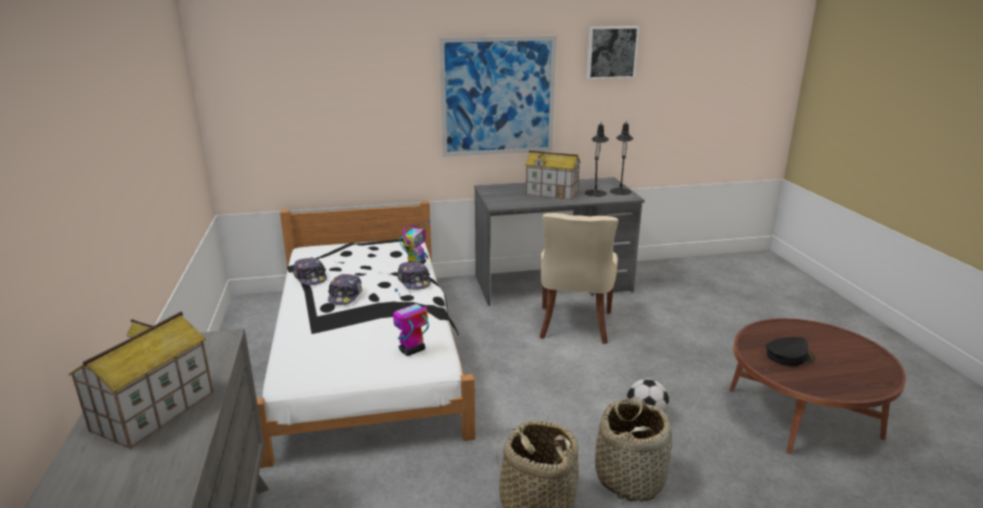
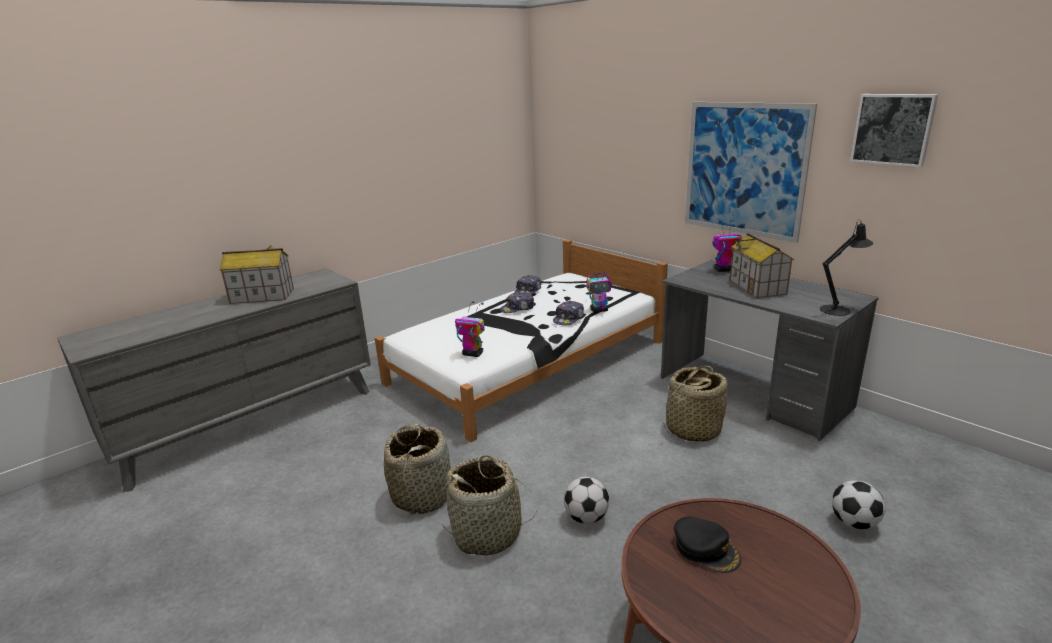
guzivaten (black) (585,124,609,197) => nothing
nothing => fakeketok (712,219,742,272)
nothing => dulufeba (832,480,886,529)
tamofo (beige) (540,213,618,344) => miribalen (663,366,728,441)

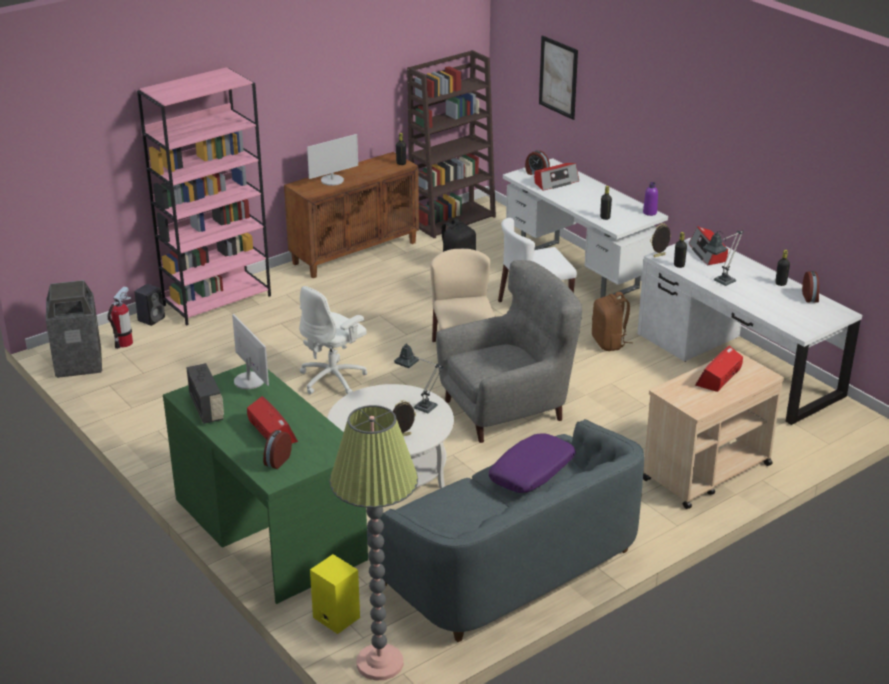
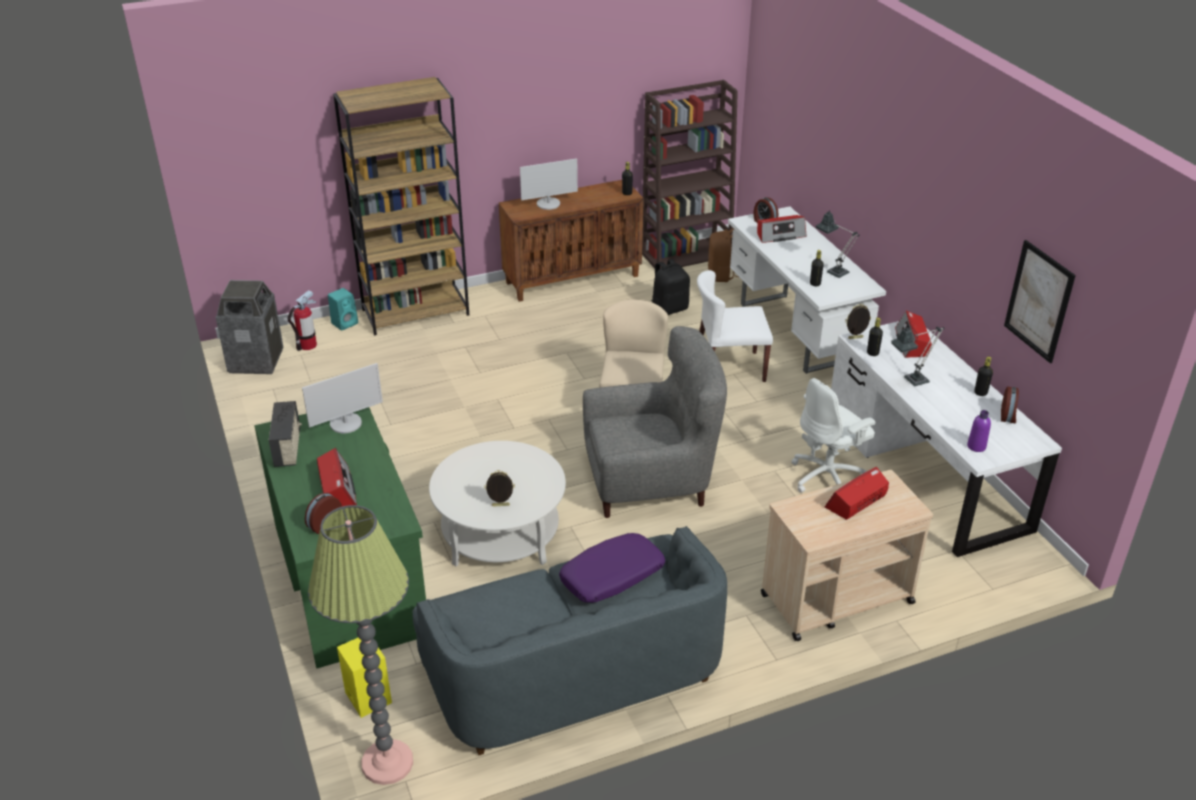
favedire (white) (299,286,367,394) => favedire (white) (791,378,876,493), moved
guzivaten (394,343,443,413) => guzivaten (816,210,860,278), moved
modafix (539,36,578,120) => modafix (1004,240,1076,363), moved
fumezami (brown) (592,292,633,351) => fumezami (brown) (708,228,740,282), moved
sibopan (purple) (643,182,658,216) => sibopan (purple) (967,410,991,452), moved
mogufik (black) (135,284,165,326) => mogufik (turquoise) (328,288,358,331)
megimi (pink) (137,67,271,326) => megimi (brown) (333,77,469,335)
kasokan (232,314,269,389) => kasokan (302,363,383,433), 75 degrees clockwise

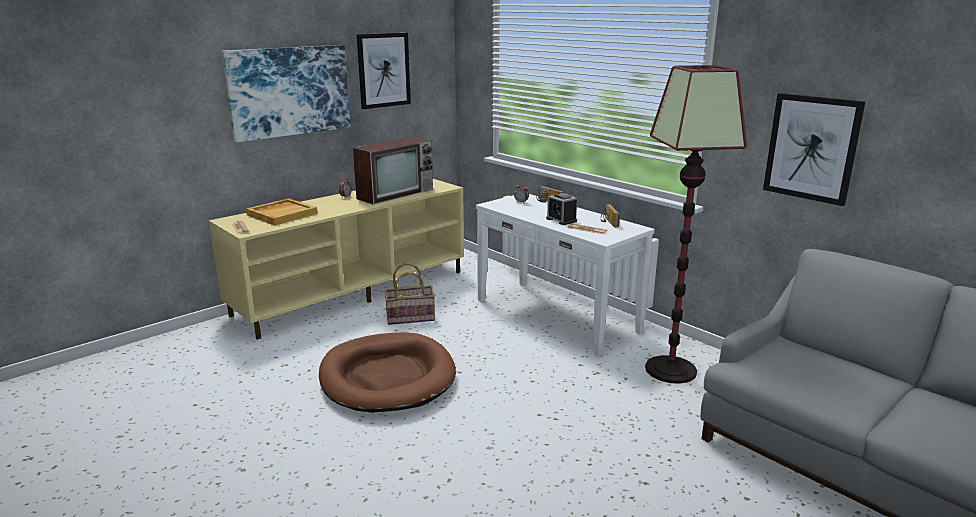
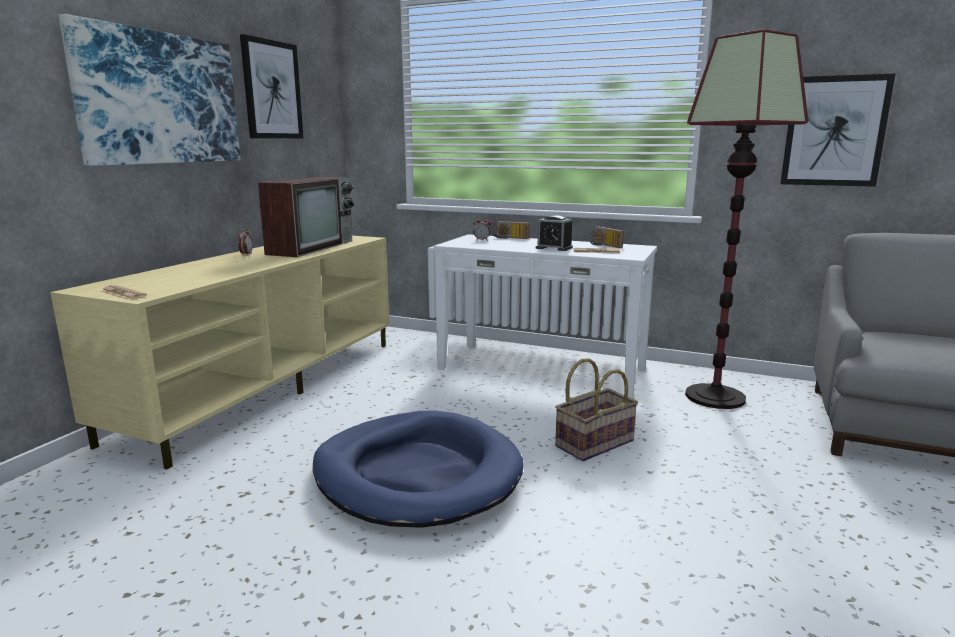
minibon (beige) (246,198,318,225) => nothing
miribalen (384,263,435,325) => miribalen (555,358,638,461), moved
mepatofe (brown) (319,333,456,413) => mepatofe (blue) (313,410,524,528)

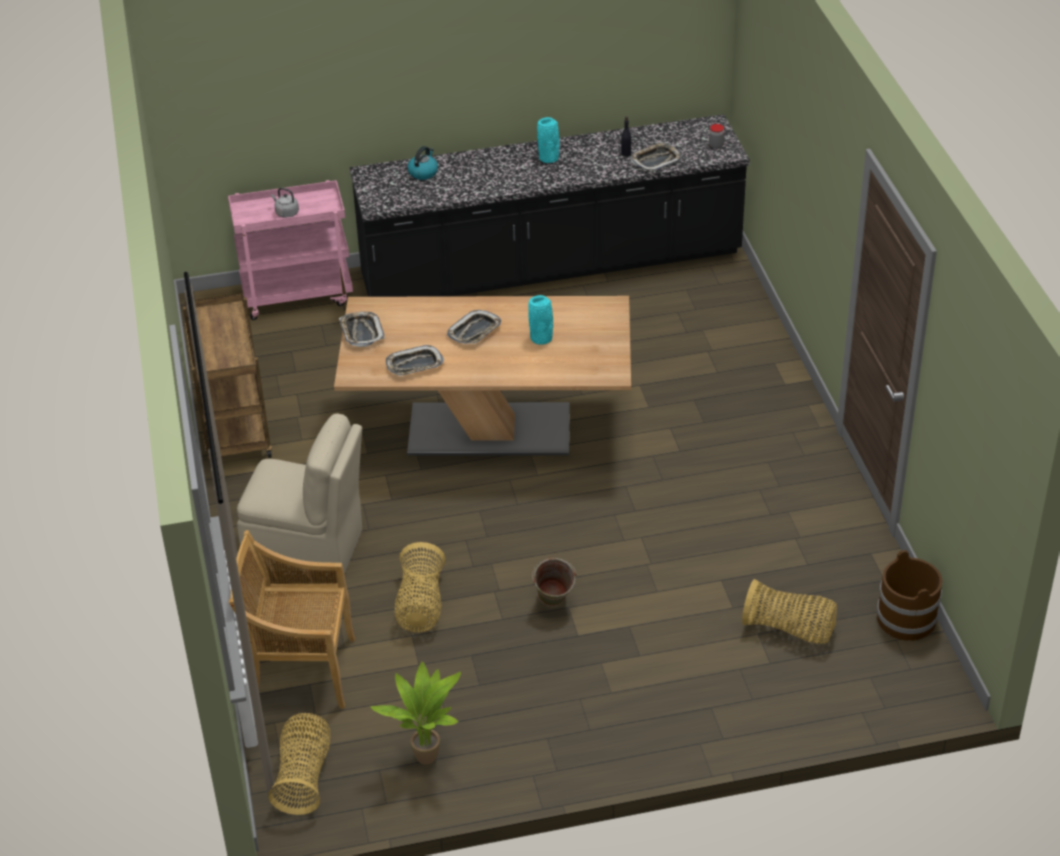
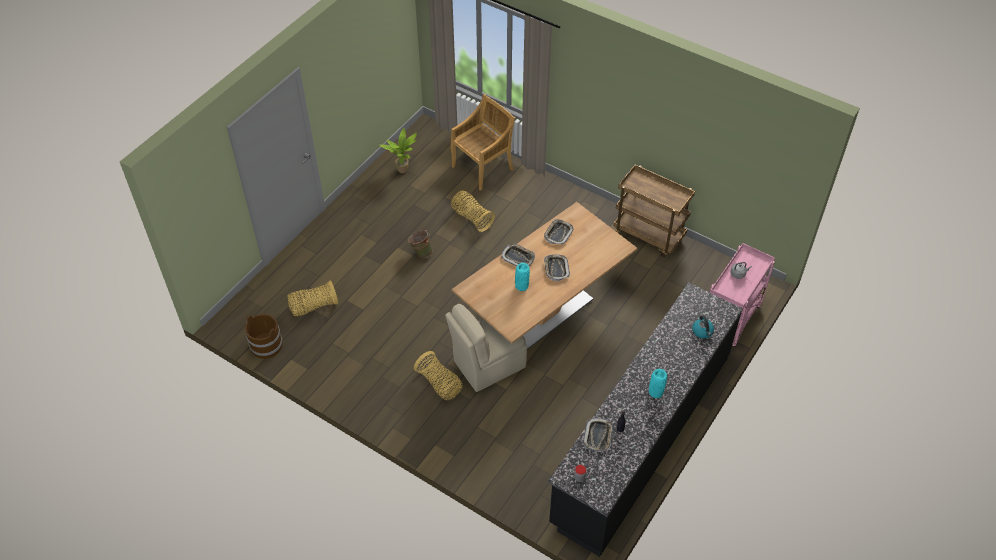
tamofo (beige) (237,413,362,576) => tamofo (beige) (445,304,527,392), moved
miribalen (268,713,331,815) => miribalen (414,351,463,400), moved
minibon (339,312,384,347) => minibon (501,244,535,266), moved

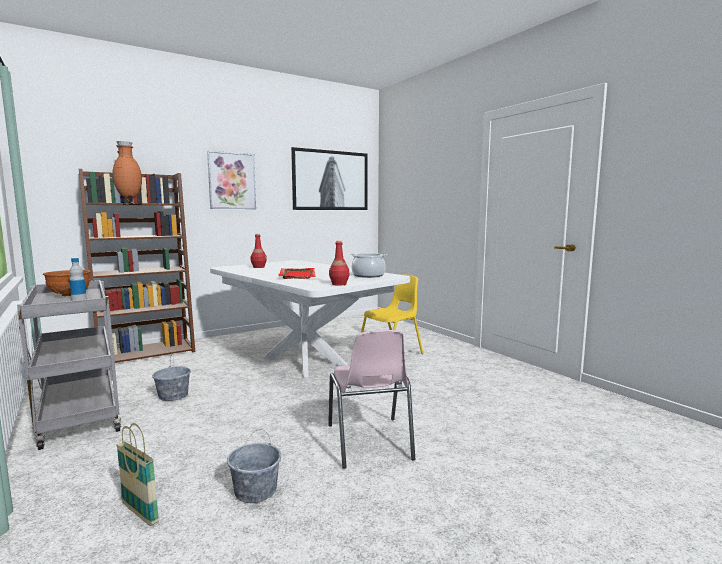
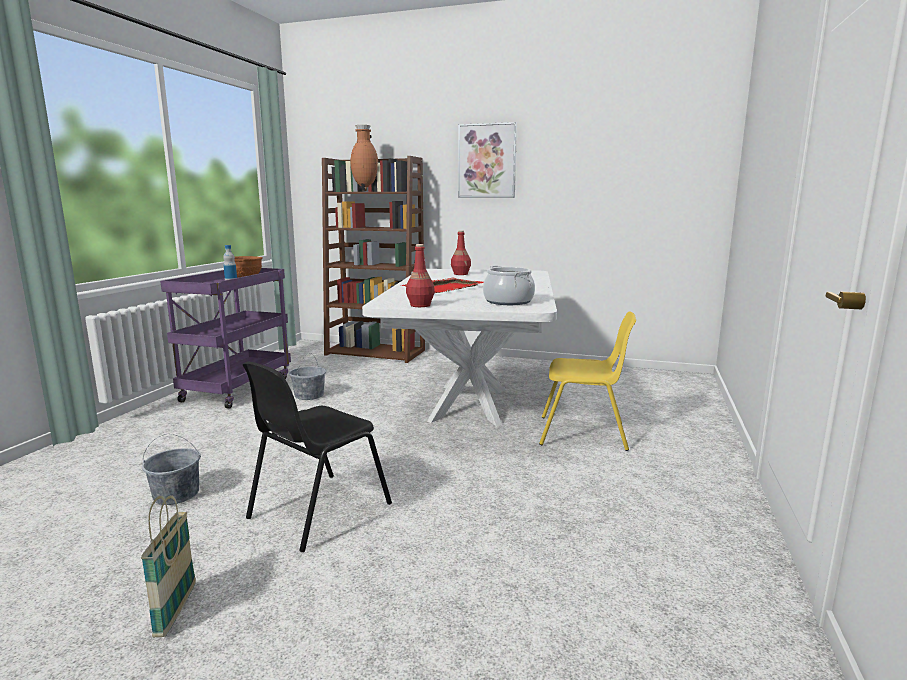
modafix (291,147,368,210) => nothing
miribalen (116,423,159,526) => miribalen (141,495,196,637), moved
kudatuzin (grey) (17,280,121,450) => kudatuzin (purple) (160,268,291,409)
tamofo (pink) (328,330,415,469) => tamofo (black) (243,362,392,552)

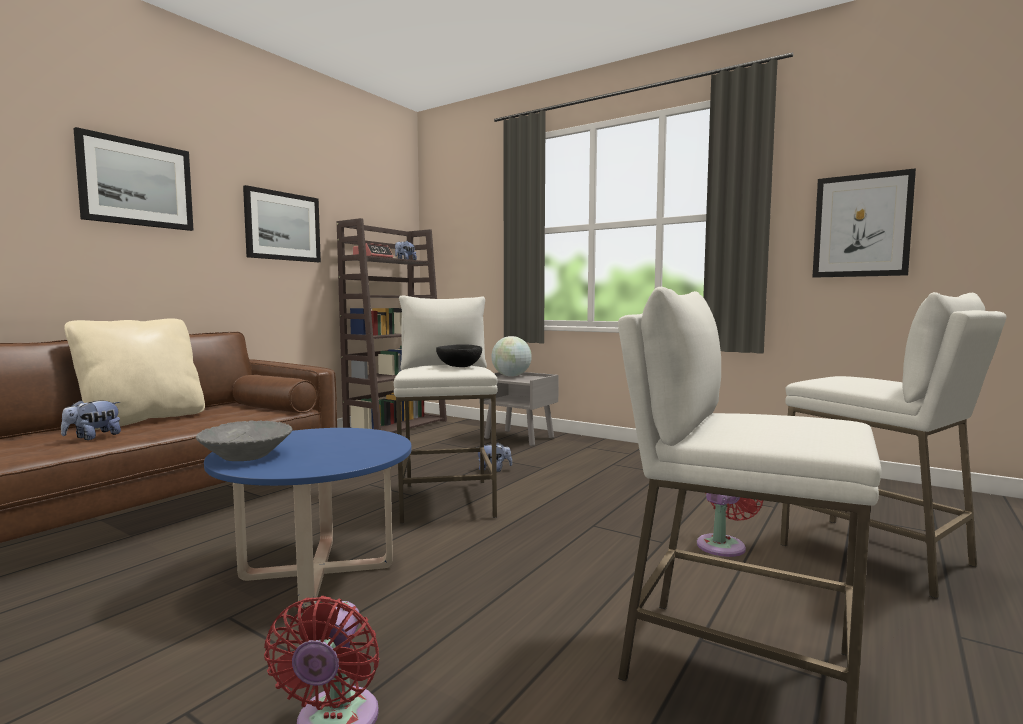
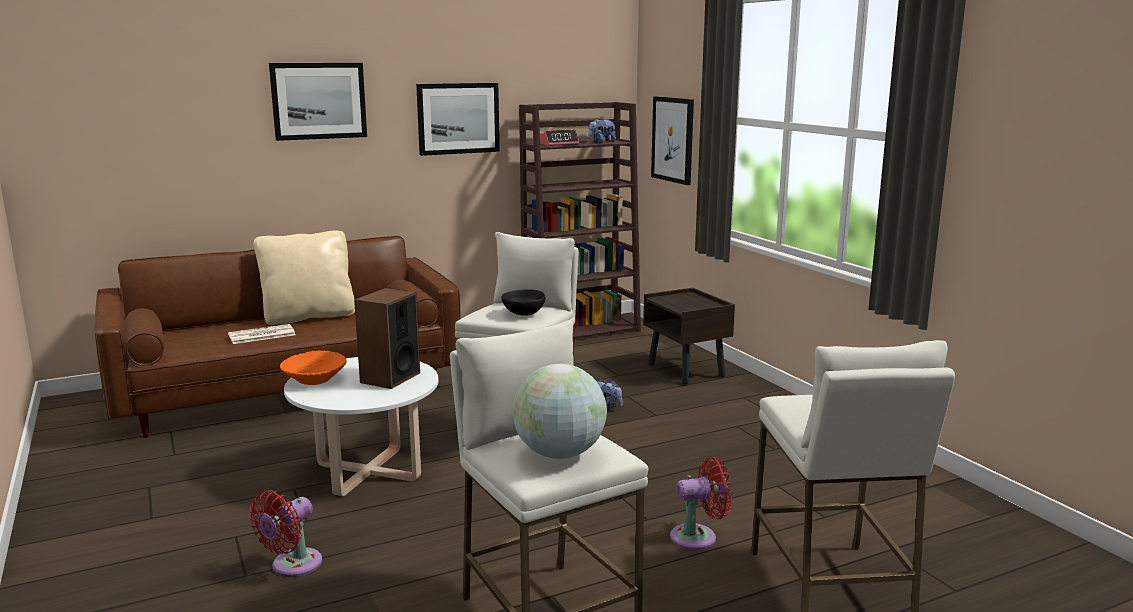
nothing => mogufik (354,288,420,389)
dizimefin (491,336,532,377) => dizimefin (513,364,607,459), moved
modafix (813,168,916,278) => modafix (651,96,694,185), moved
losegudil (61,400,121,440) => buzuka (228,324,296,344)
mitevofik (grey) (196,421,293,461) => mitevofik (orange) (280,350,347,385)
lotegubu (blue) (204,428,411,607) => lotegubu (white) (284,357,439,496)
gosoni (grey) (479,372,559,446) => gosoni (brown) (643,288,735,384)

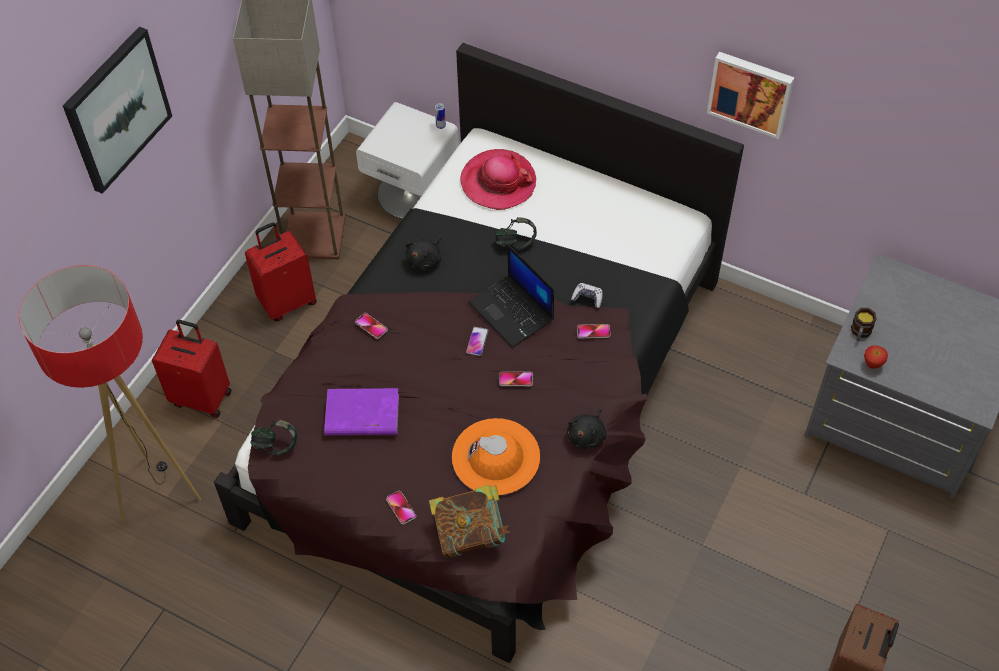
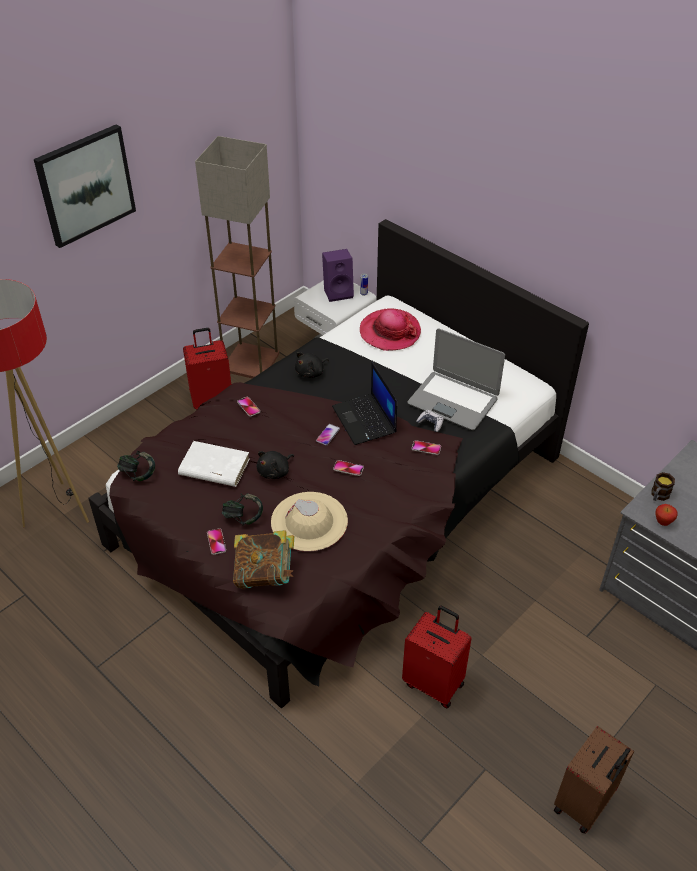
modafix (707,52,794,139) => nothing
nothing => mogufik (purple) (322,249,354,302)
nothing => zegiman (407,328,505,430)
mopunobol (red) (152,320,231,418) => mopunobol (red) (402,606,472,708), moved
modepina (495,217,537,251) => modepina (222,493,263,526), moved
losegudil (black) (567,409,607,449) => losegudil (black) (257,451,294,479), moved
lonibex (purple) (324,388,399,435) => lonibex (white) (178,441,250,487)
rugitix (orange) (452,418,540,495) => rugitix (beige) (271,492,348,551)

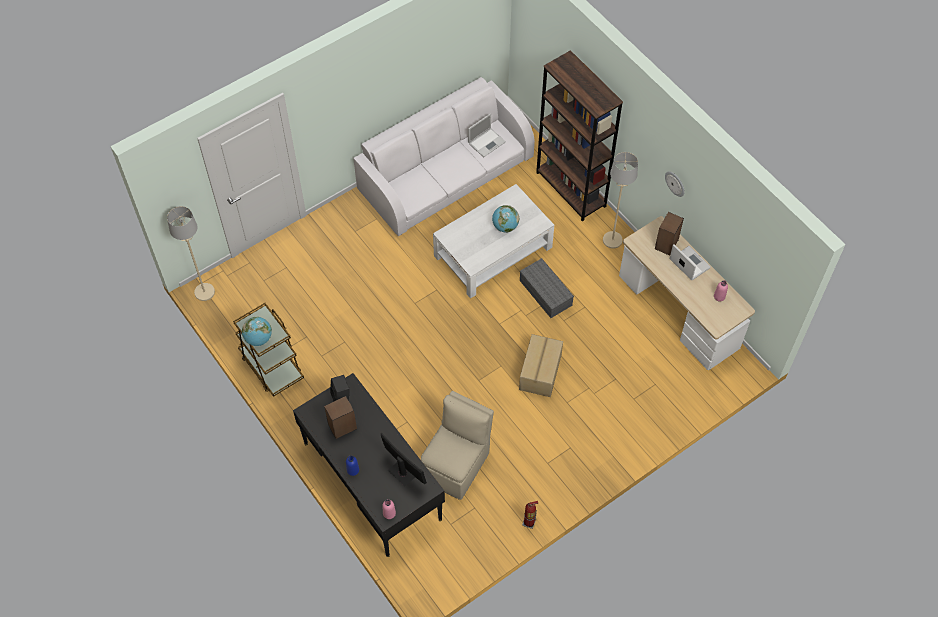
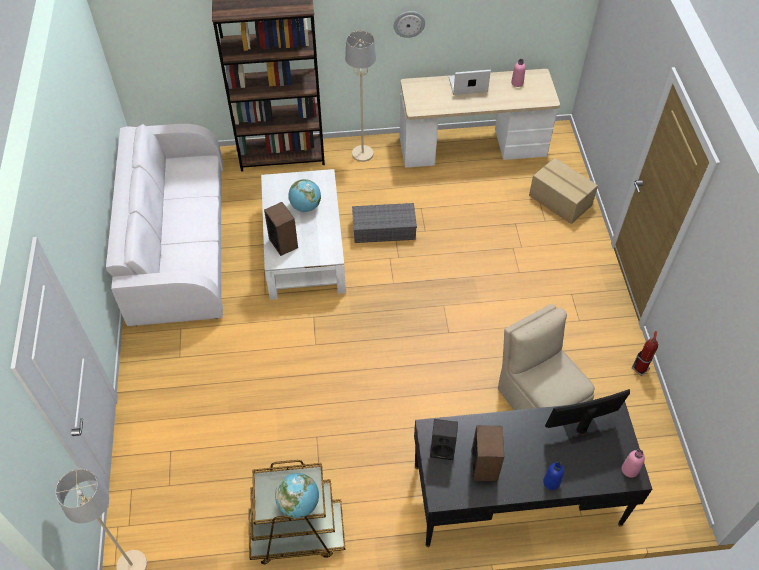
zegiman (468,113,506,157) => nothing
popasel (519,334,563,397) => popasel (529,158,598,224), moved
mogufik (655,212,684,256) => mogufik (264,202,298,256), moved

